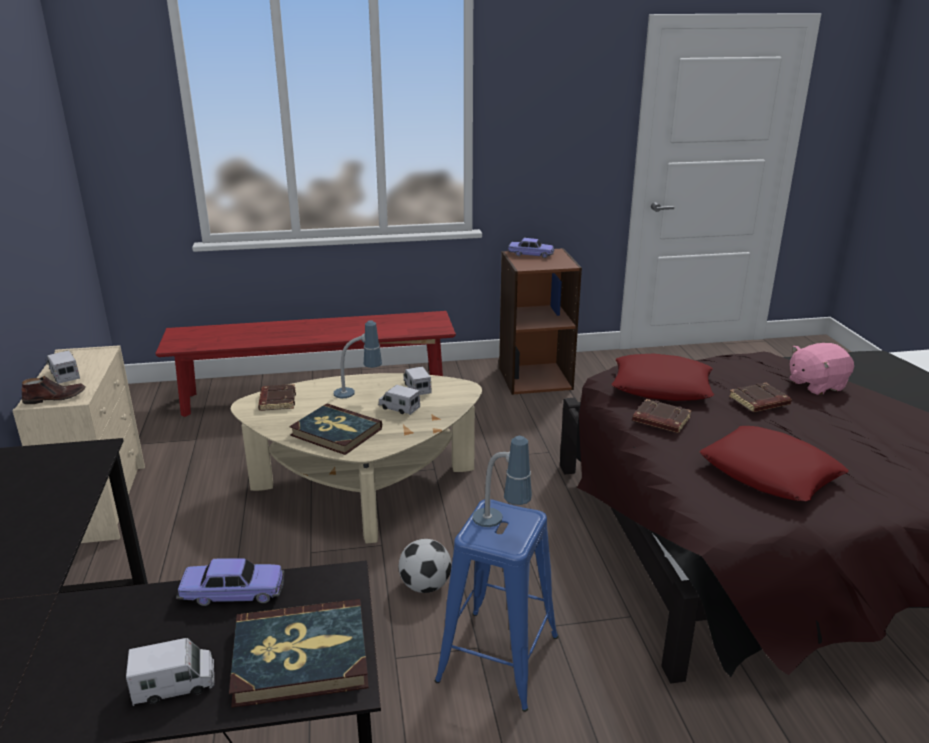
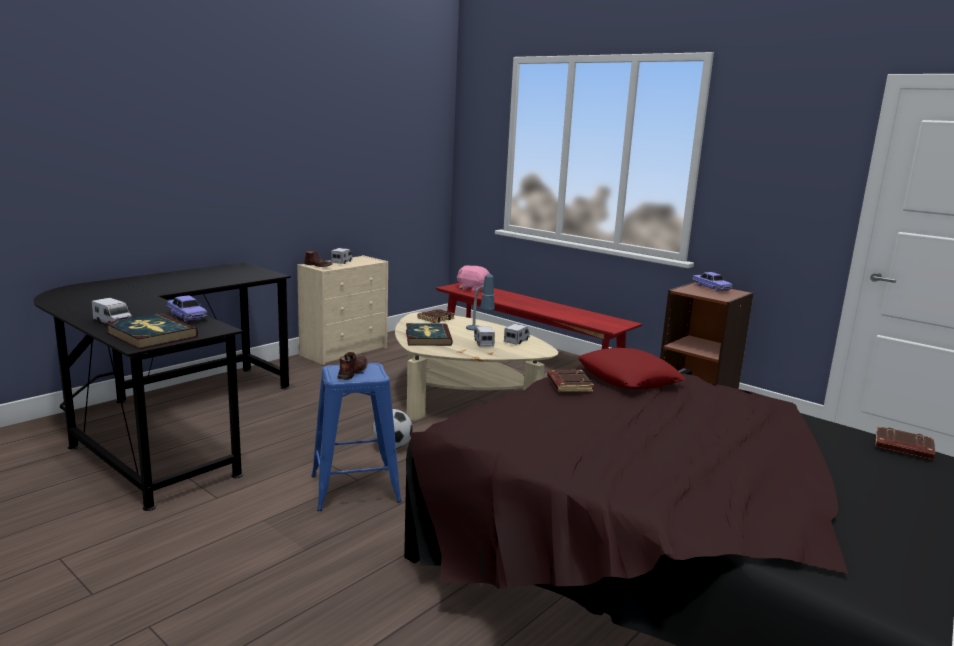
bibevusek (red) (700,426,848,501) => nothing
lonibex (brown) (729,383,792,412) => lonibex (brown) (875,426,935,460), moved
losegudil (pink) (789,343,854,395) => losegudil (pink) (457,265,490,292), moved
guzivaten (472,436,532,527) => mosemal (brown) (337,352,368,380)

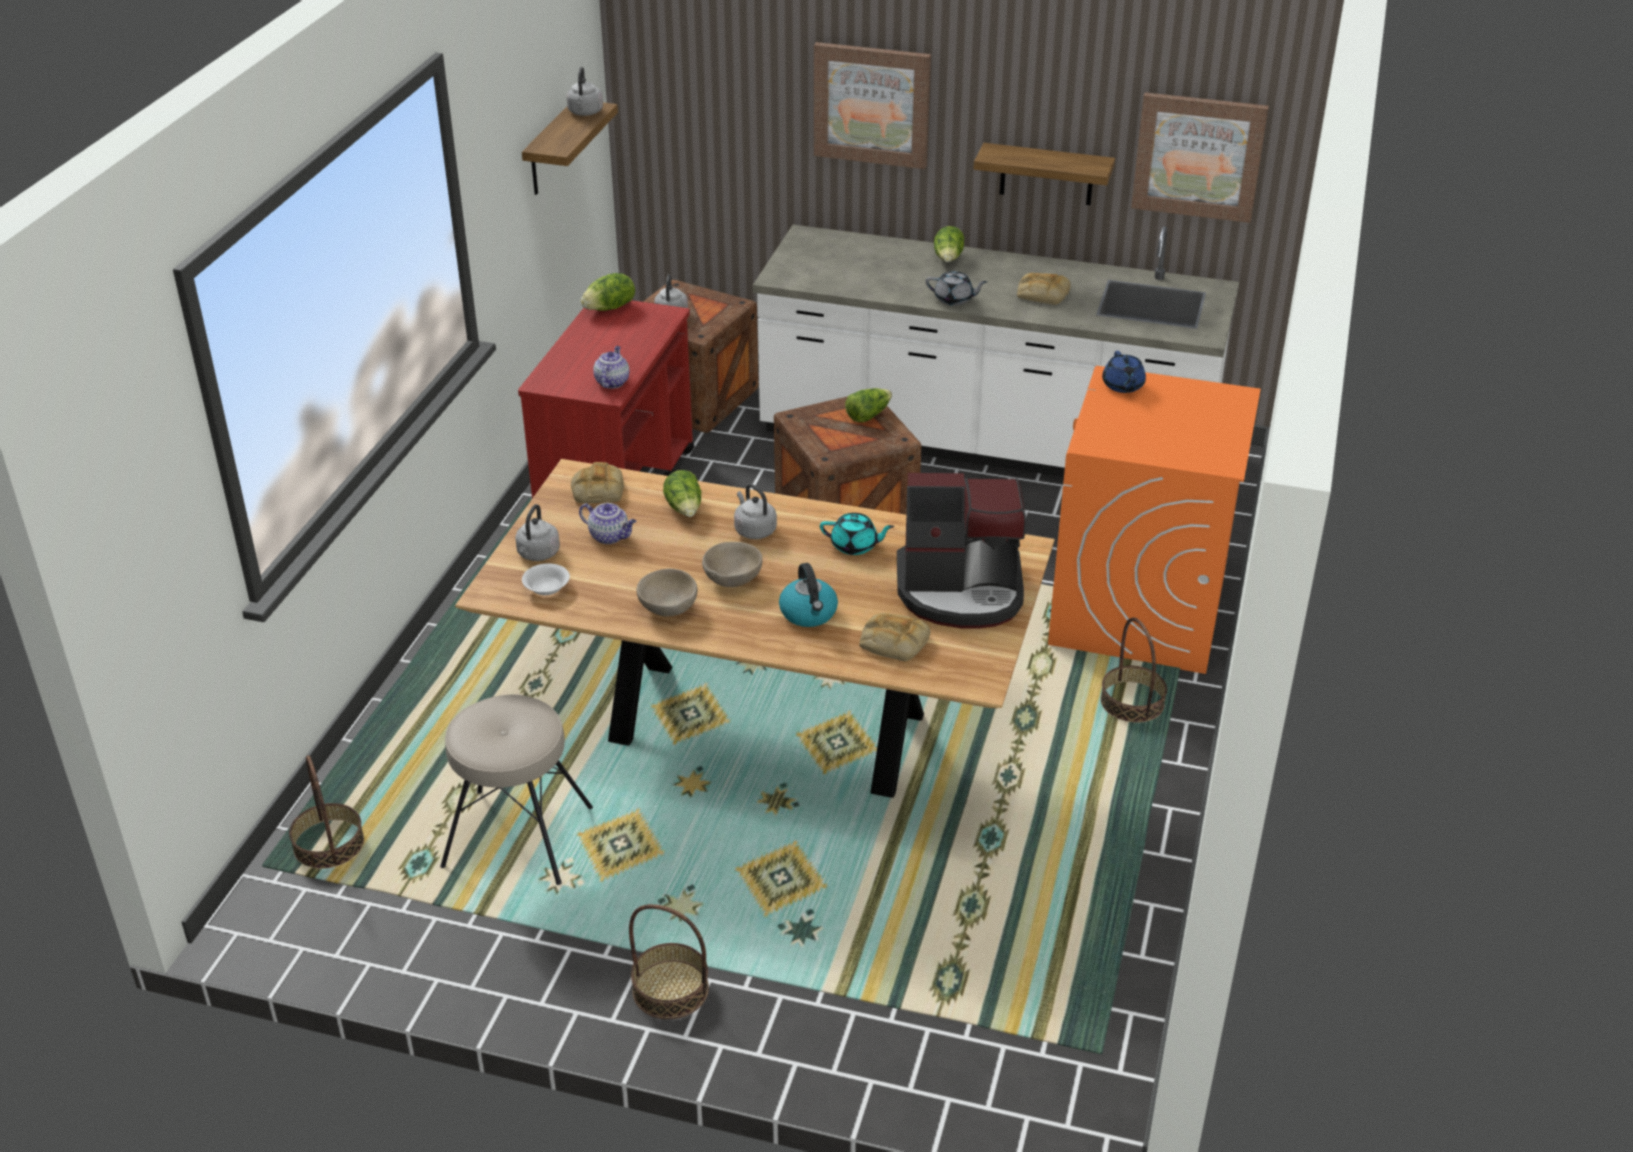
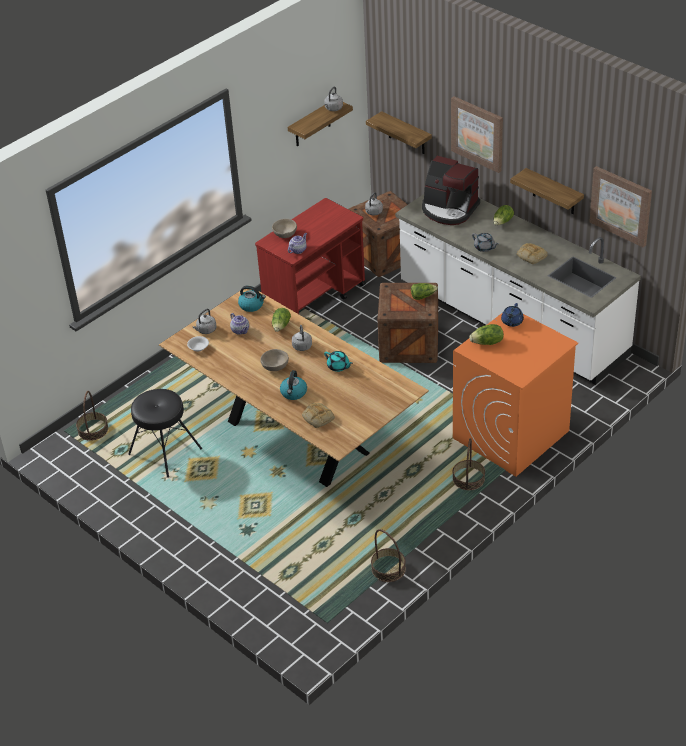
nothing => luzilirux (366,111,432,154)
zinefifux (581,273,635,311) => zinefifux (469,324,504,345), moved
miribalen (629,904,709,1019) => miribalen (371,529,406,582), moved
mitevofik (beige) (636,568,697,616) => mitevofik (beige) (272,219,297,238), moved
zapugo (897,473,1026,628) => zapugo (422,156,480,225), moved
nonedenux (571,462,624,503) => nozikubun (238,286,266,312)
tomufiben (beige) (440,694,593,885) => tomufiben (black) (128,389,202,478)

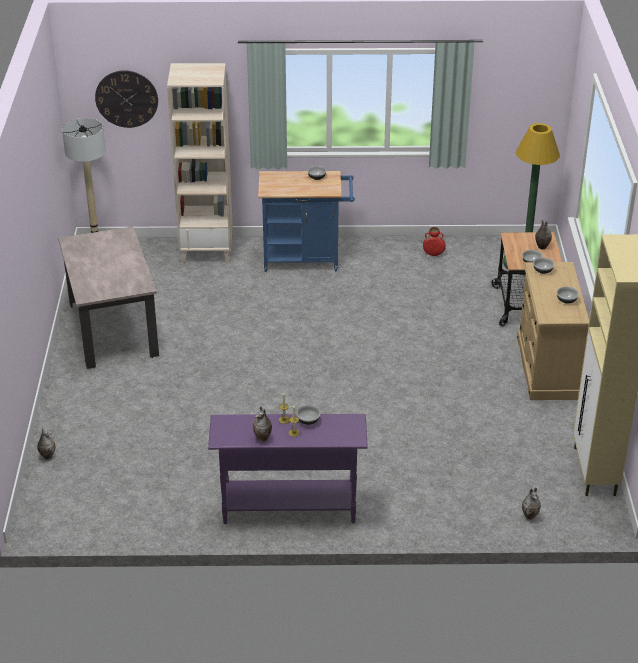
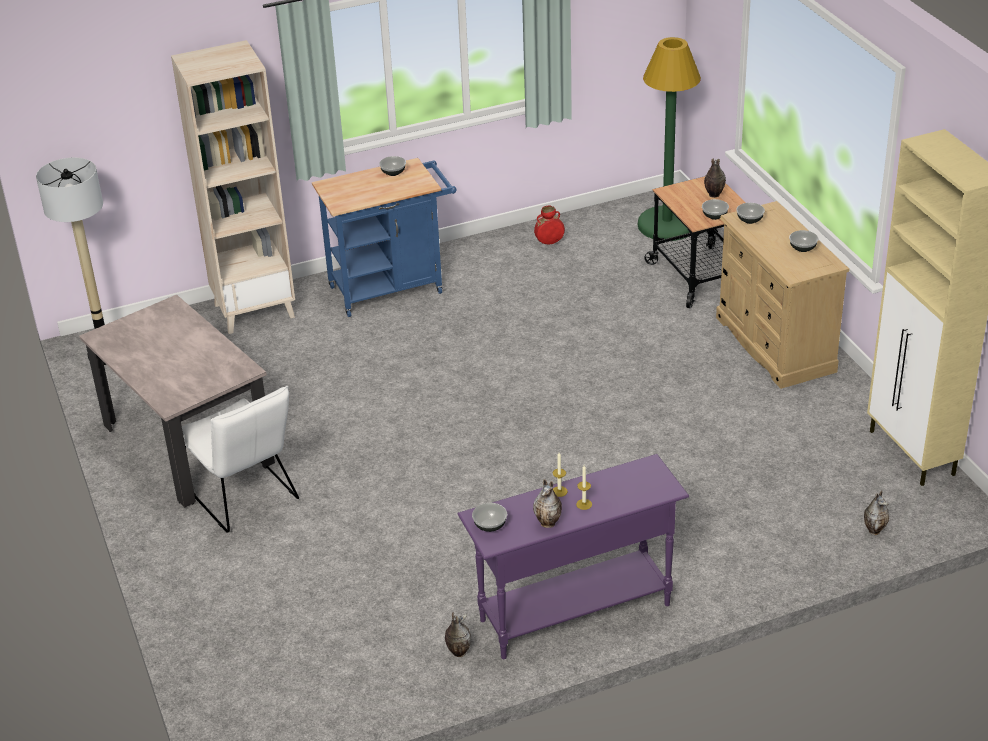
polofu (95,70,158,128) => nothing
nothing => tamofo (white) (182,386,299,533)
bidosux (37,428,55,460) => bidosux (445,612,471,657), moved
mitevofik (296,405,321,425) => mitevofik (472,503,507,532), moved

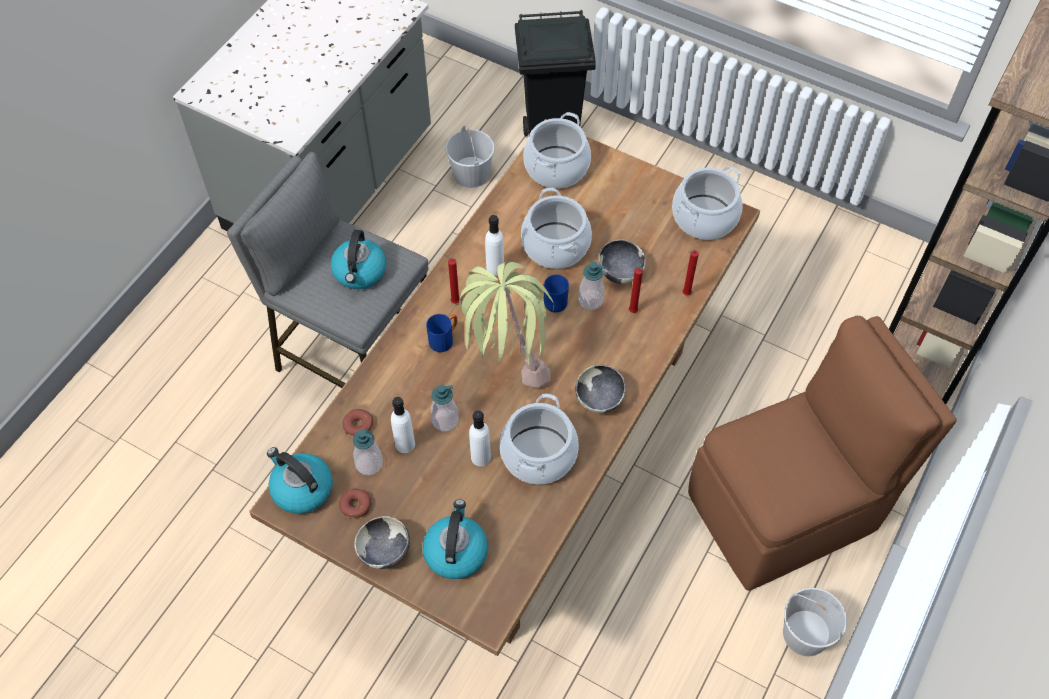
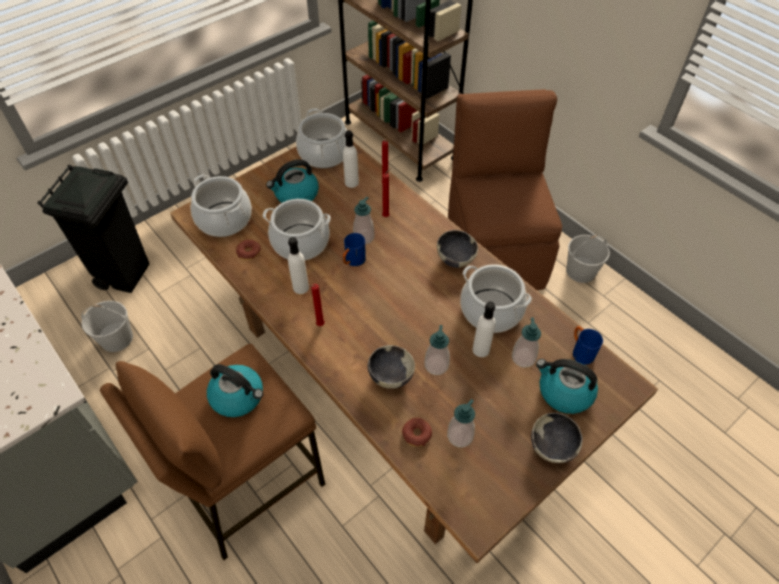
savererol (459,261,554,387) => nothing
nothing => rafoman (512,317,541,368)
nozikubun (267,447,333,514) => nozikubun (266,159,319,203), moved
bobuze (339,489,372,518) => bobuze (236,240,261,260), moved
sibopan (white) (391,397,415,453) => sibopan (white) (343,130,359,188), moved
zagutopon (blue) (426,314,457,352) => zagutopon (blue) (573,326,603,365), moved
mitevofik (598,239,646,284) => mitevofik (368,345,415,389), moved
tomufiben (grey) (227,152,429,388) => tomufiben (brown) (100,344,325,560)

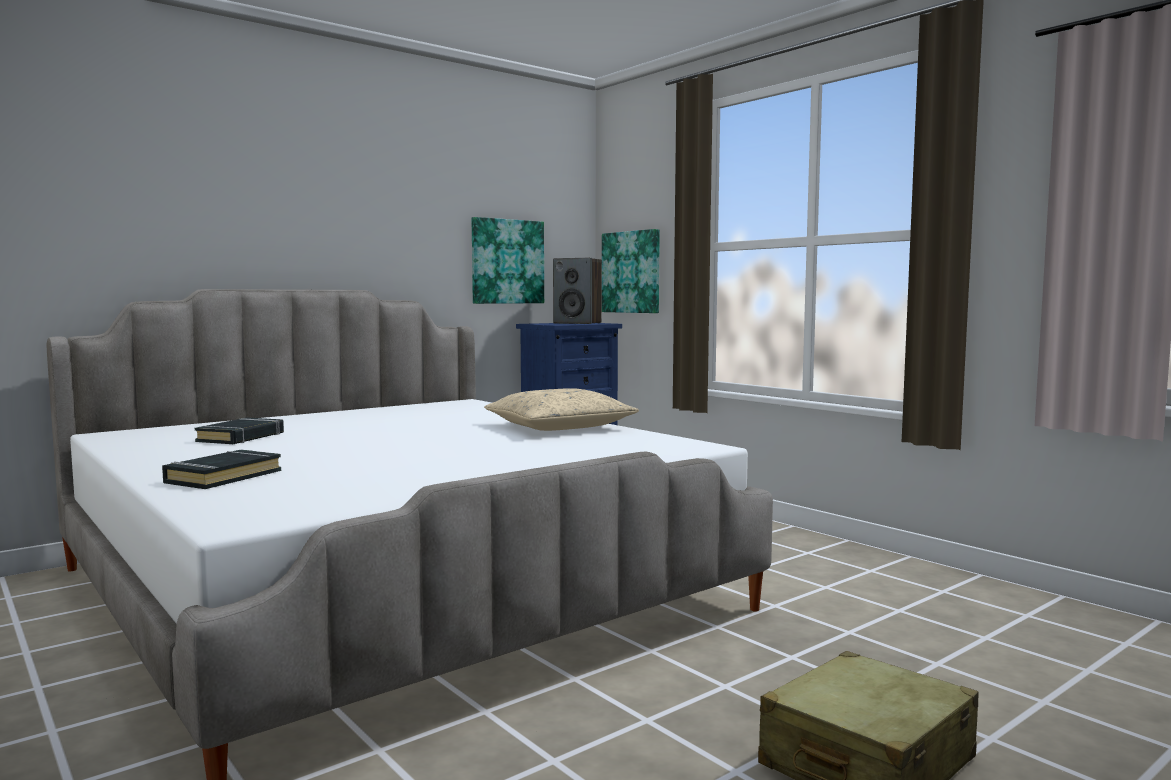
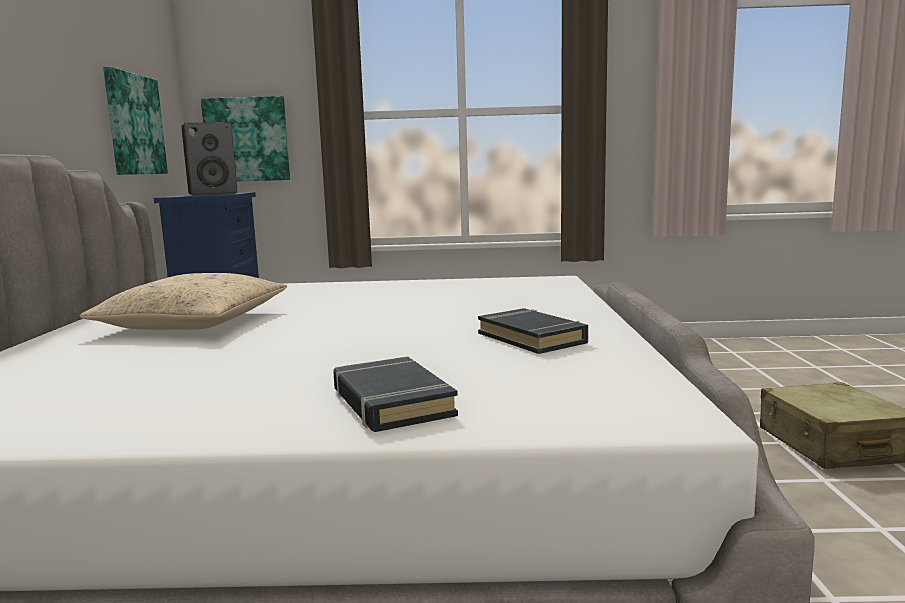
lonibex (black) (195,418,284,444) => lonibex (black) (478,308,588,354), moved
bibevusek (beige) (484,388,639,431) => bibevusek (beige) (79,273,287,330), moved

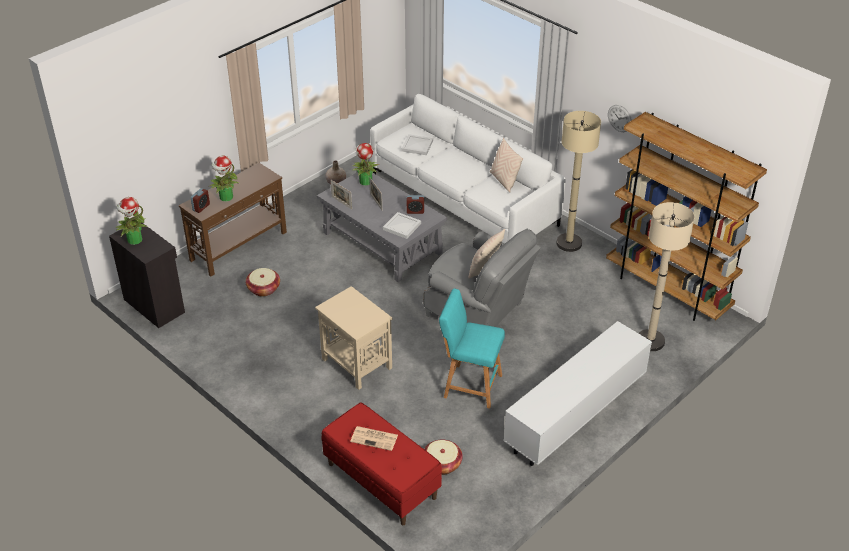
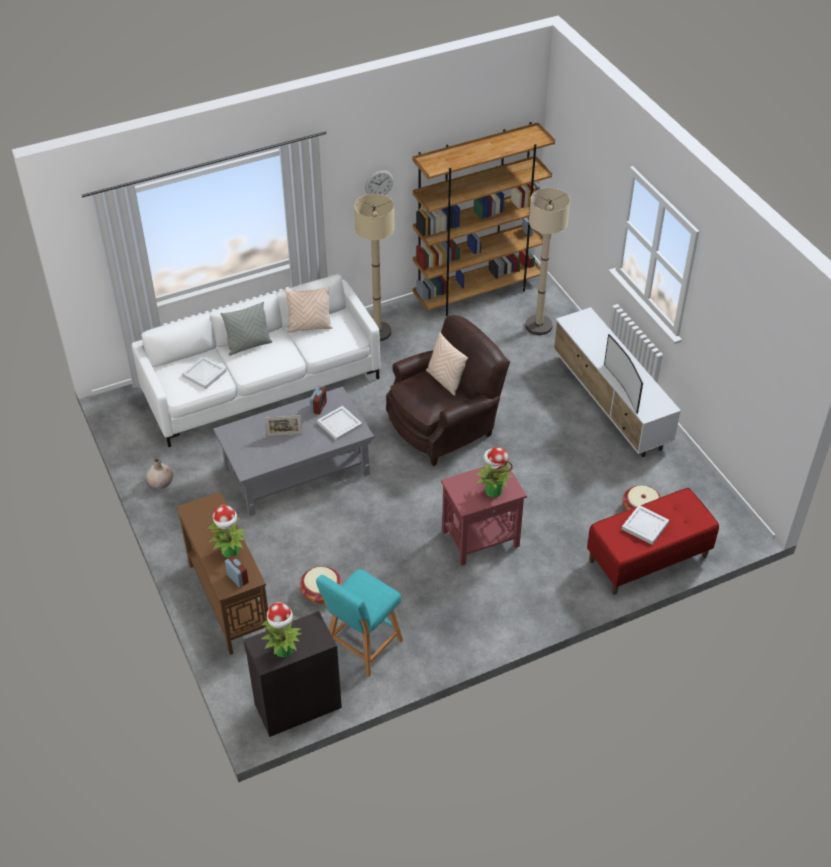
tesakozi (331,180,352,209) => nothing
nothing => bibevusek (grey) (221,302,272,356)
nothing => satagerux (604,334,643,414)
savererol (353,143,379,186) => savererol (476,447,513,498), moved
tomufiben (turquoise) (439,289,505,409) => tomufiben (turquoise) (316,569,403,677), moved
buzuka (350,426,398,451) => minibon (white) (622,505,669,545)
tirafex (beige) (315,286,393,390) => tirafex (red) (441,466,527,566)
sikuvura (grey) (423,229,541,327) => sikuvura (brown) (386,315,510,466)

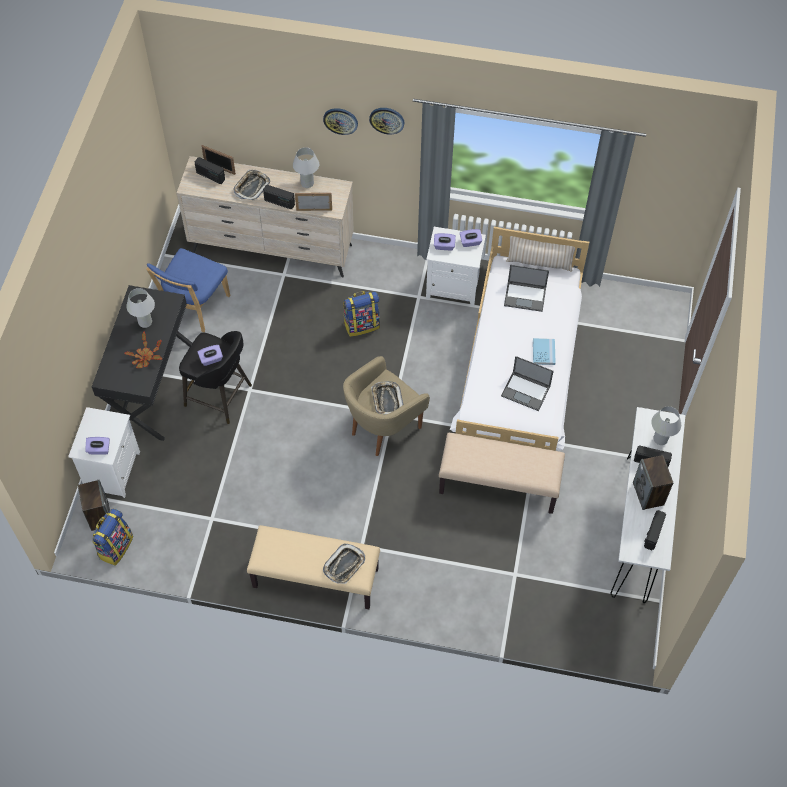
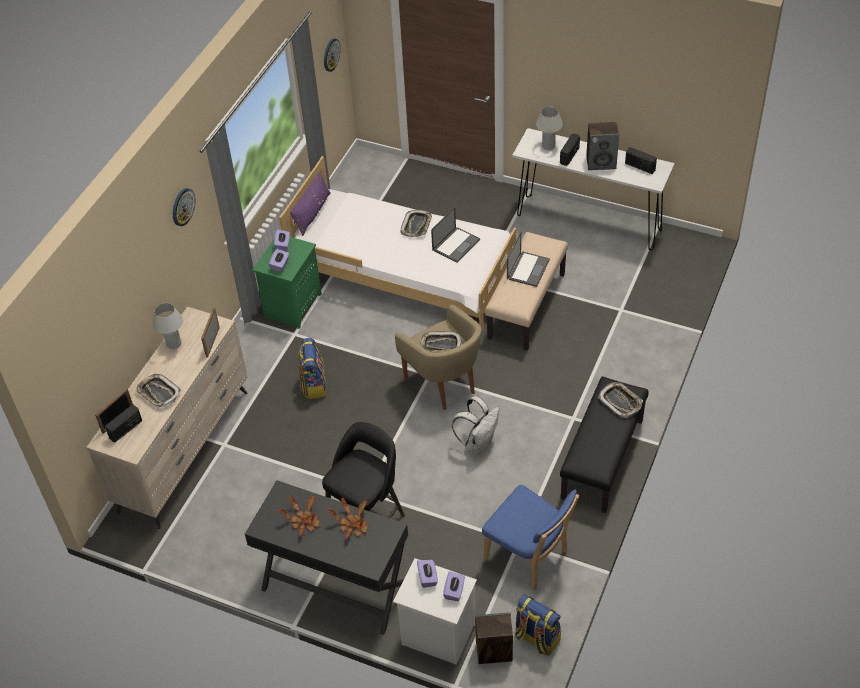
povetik (263,185,295,209) => nothing
nothing => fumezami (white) (452,396,499,455)
tamofo (blue) (146,248,230,332) => tamofo (blue) (482,485,579,590), moved
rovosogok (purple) (198,345,223,366) => rovosogok (purple) (417,560,438,588), moved
polofu (323,108,358,135) => polofu (324,38,341,72), moved
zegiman (504,265,549,312) => zegiman (507,232,550,287), moved
guzivaten (white) (126,288,155,328) => savererol (278,495,320,535)
lonibex (blue) (533,338,556,365) => minibon (401,210,432,237)
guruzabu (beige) (247,525,380,609) => guruzabu (black) (560,377,649,513)
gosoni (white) (426,227,486,307) => gosoni (green) (252,237,322,329)
bibevusek (beige) (506,236,575,271) => bibevusek (purple) (290,172,331,236)

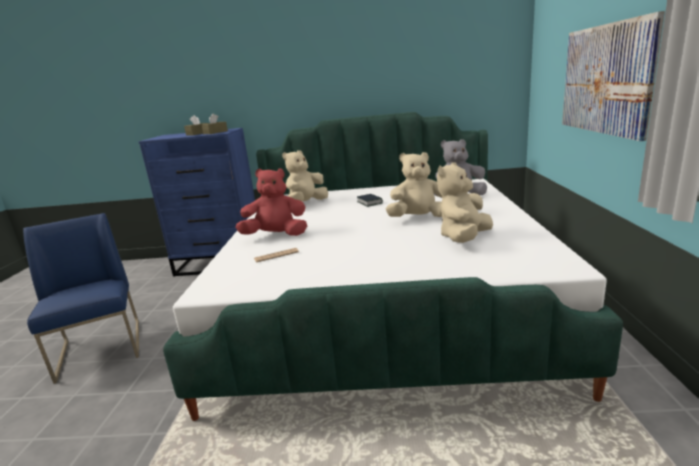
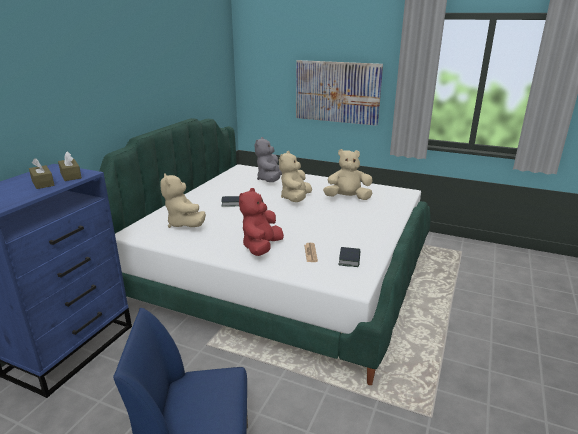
nothing => lonibex (338,247,360,267)
losegudil (beige) (437,162,493,243) => losegudil (beige) (323,149,373,200), 120 degrees clockwise

